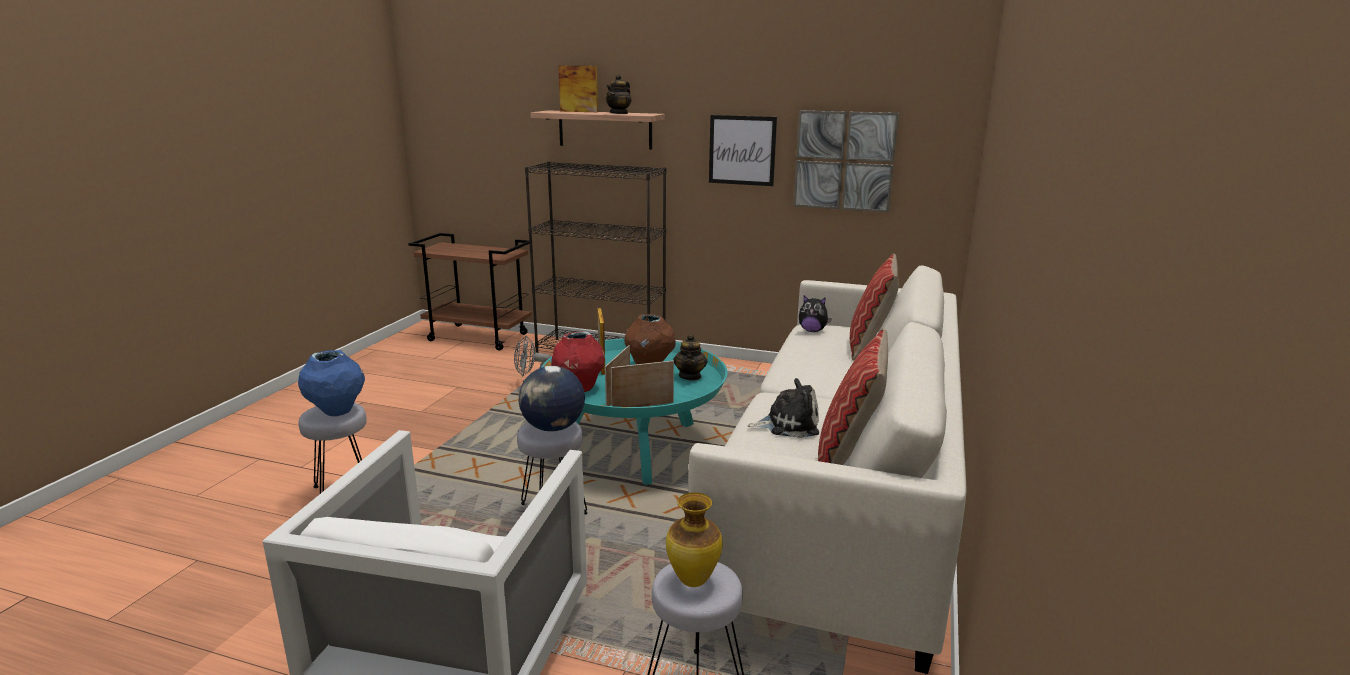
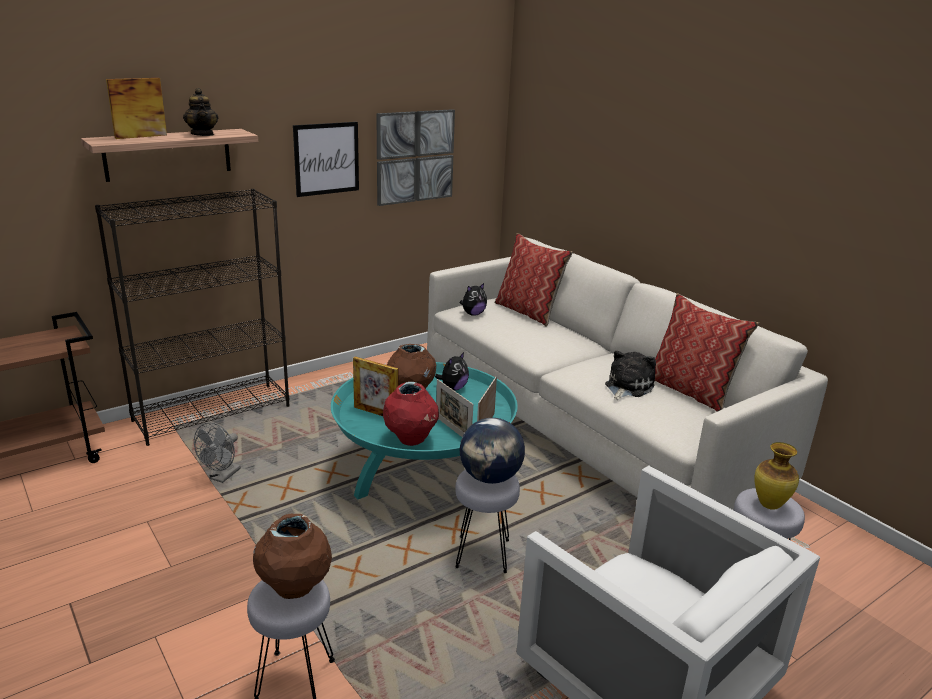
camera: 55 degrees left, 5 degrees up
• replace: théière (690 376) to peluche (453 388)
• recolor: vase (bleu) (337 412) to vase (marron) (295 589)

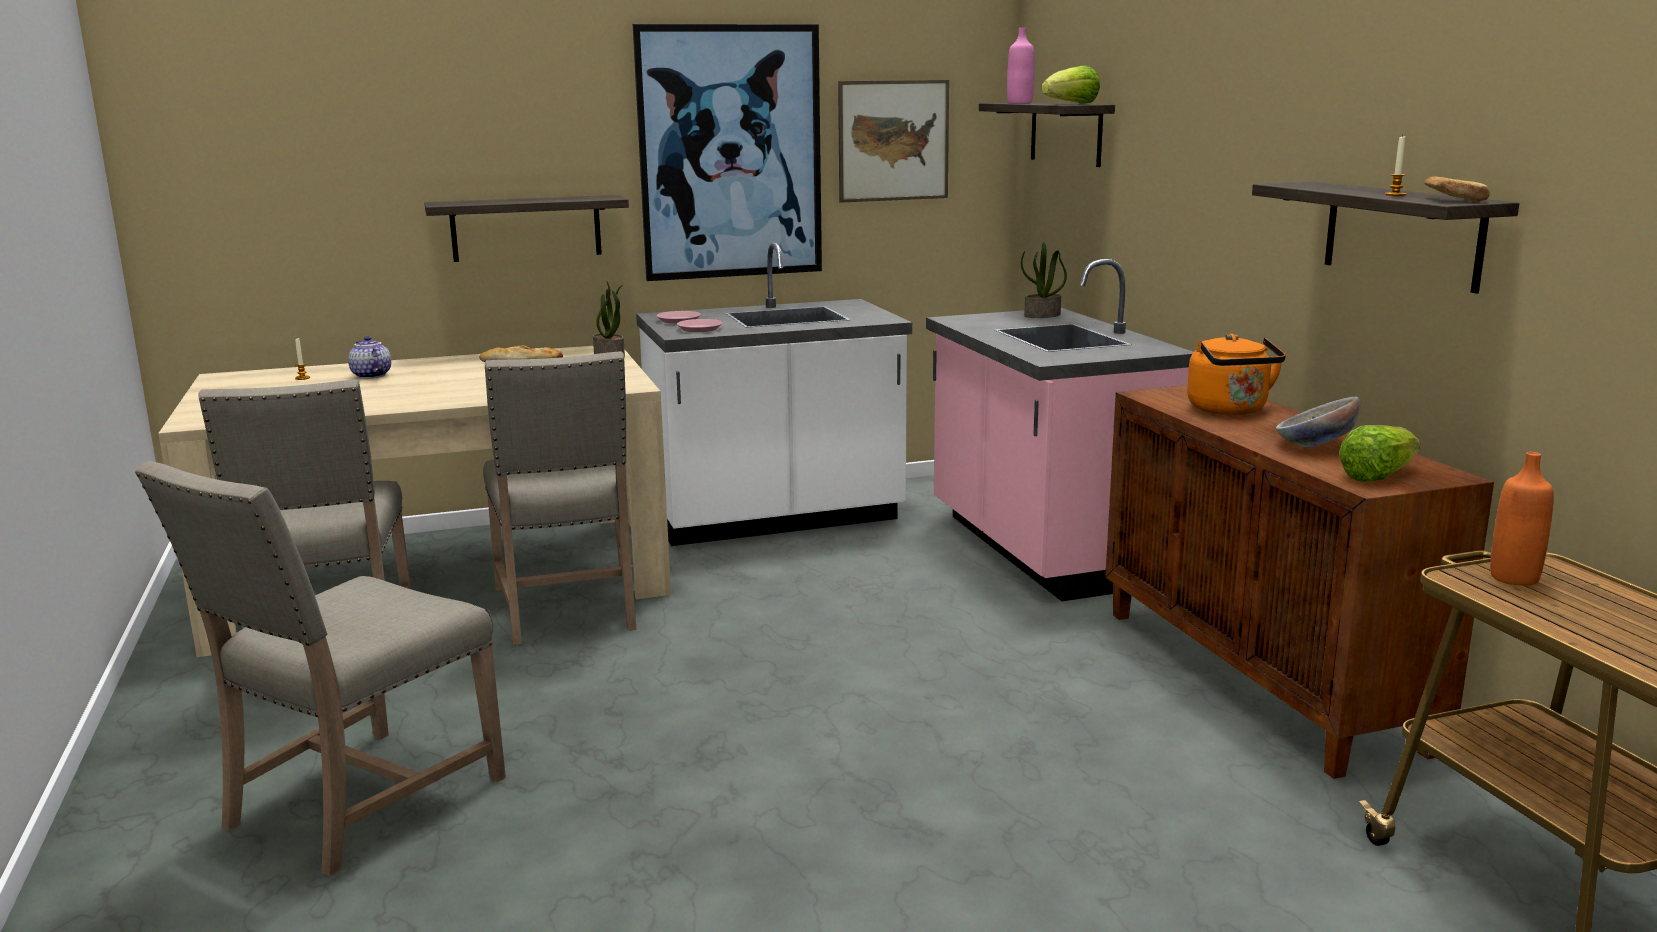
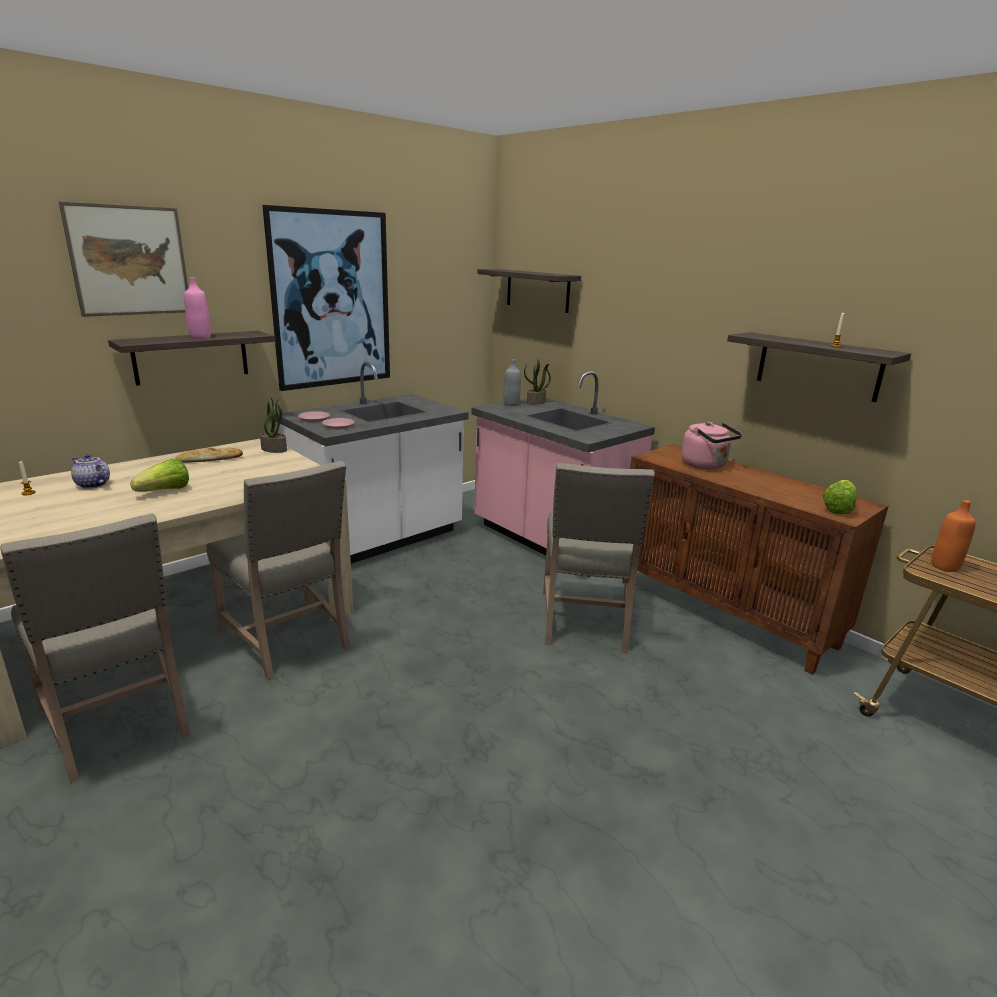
camera: 25 degrees left, 5 degrees up
• move: bouteille (rose) (1019 103) to (200 337)
• move: laitue (1072 104) to (165 491)
• move: tableau (893 141) to (129 261)
• delete: pain (1450 200)
• recolor: bouilloire (orange) (1230 410) to bouilloire (rose) (706 465)
• delete: bol (1314 446)
• move: chaise (beige) (356 803) to (585 622)
• insert: bouteille (gris) (511 404)

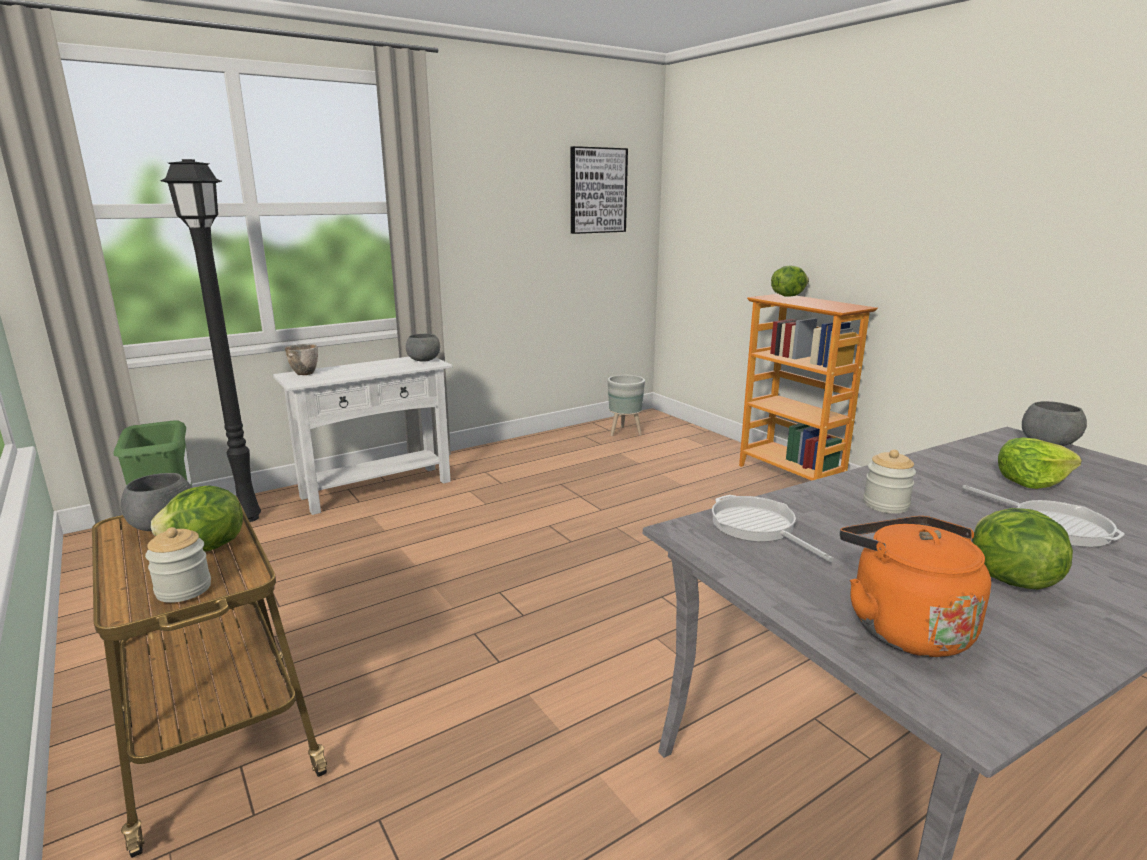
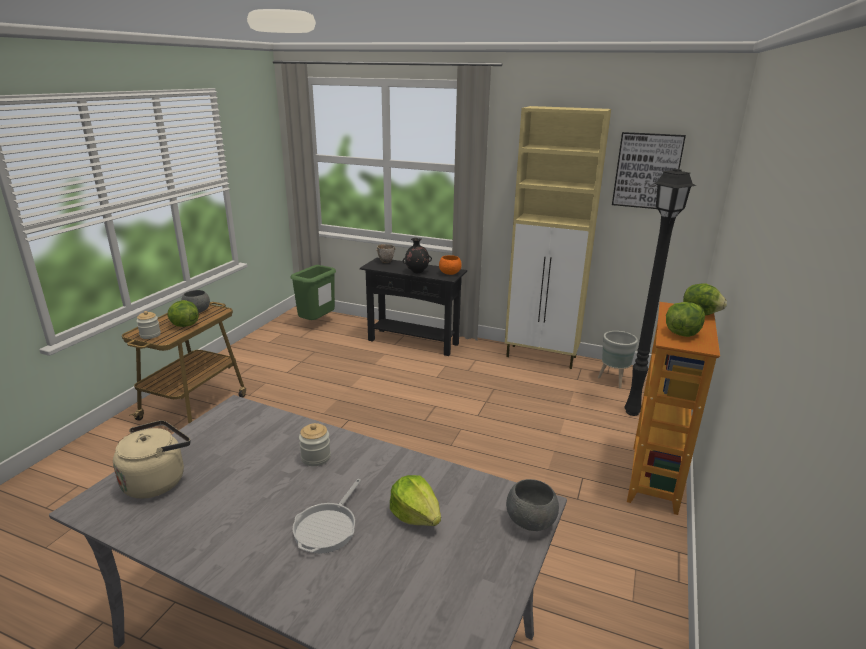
camera: 55 degrees right, 5 degrees up
• move: lampadaire (noir) (248 518) to (632 411)
• recolor: bol (gris) (424 361) to bol (orange) (449 274)
• recolor: table console (blanc) (377 489) to table console (noir) (413 342)
• delete: poêle (757 527)
• move: laitue (1009 579) to (681 333)
• recolor: bouilloire (orange) (903 626) to bouilloire (beige) (157 480)
• insert: meuble de rangement (beige) (542 357)
• insert: vase (noir) (417 272)

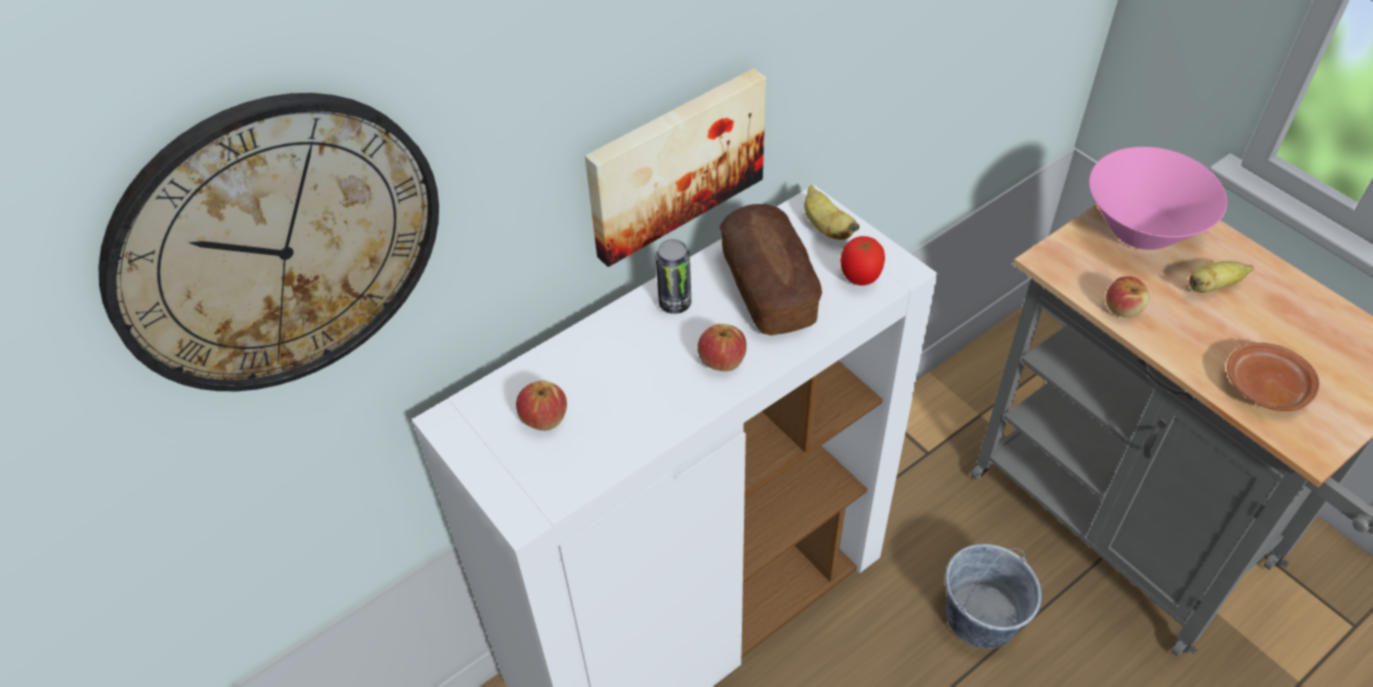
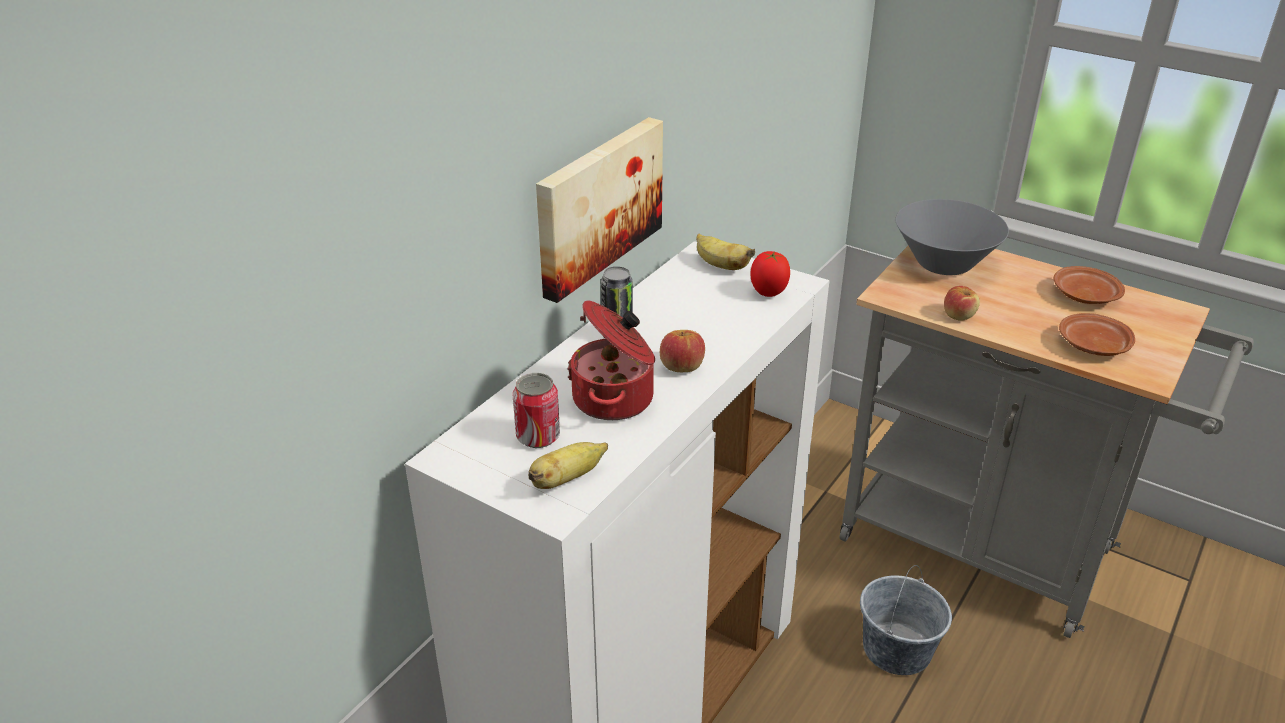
camera: 20 degrees left, 15 degrees down
• delete: horloge murale (278 245)
• recolor: bol (rose) (1142 229) to bol (gris) (944 264)
• delete: pain (768 287)
• move: banane (1212 286) to (567 479)
• replace: pomme (544 418) to boîte métallique (538 436)
• insert: assiette (marron) (1084 295)
• insert: marmite (615 398)

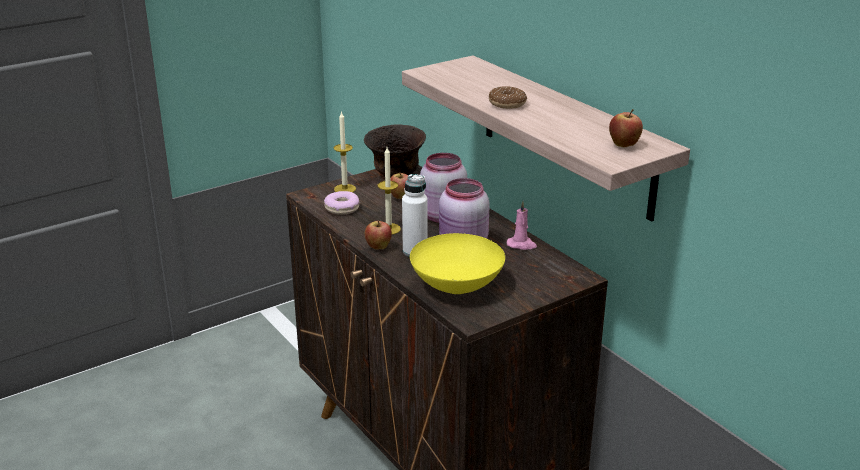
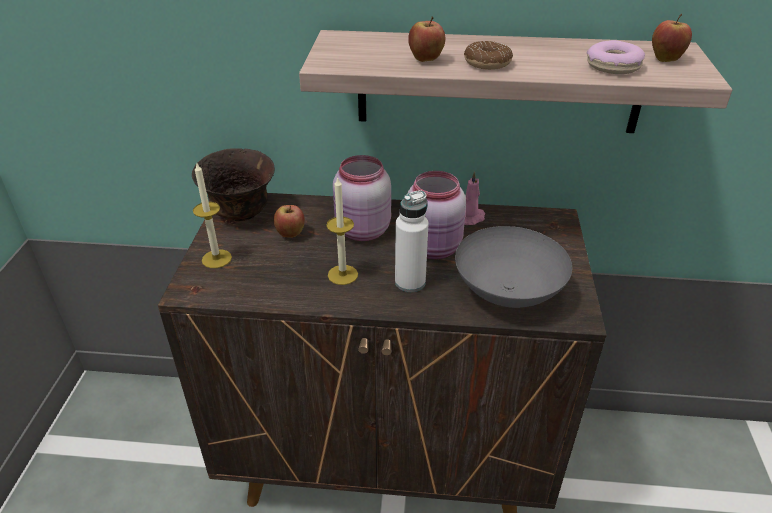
camera: 50 degrees left, 10 degrees up
• move: beignet (342 208) to (613 66)
• move: pomme (378 248) to (426 60)
• recolor: bol (jaune) (458 287) to bol (gris) (509 292)

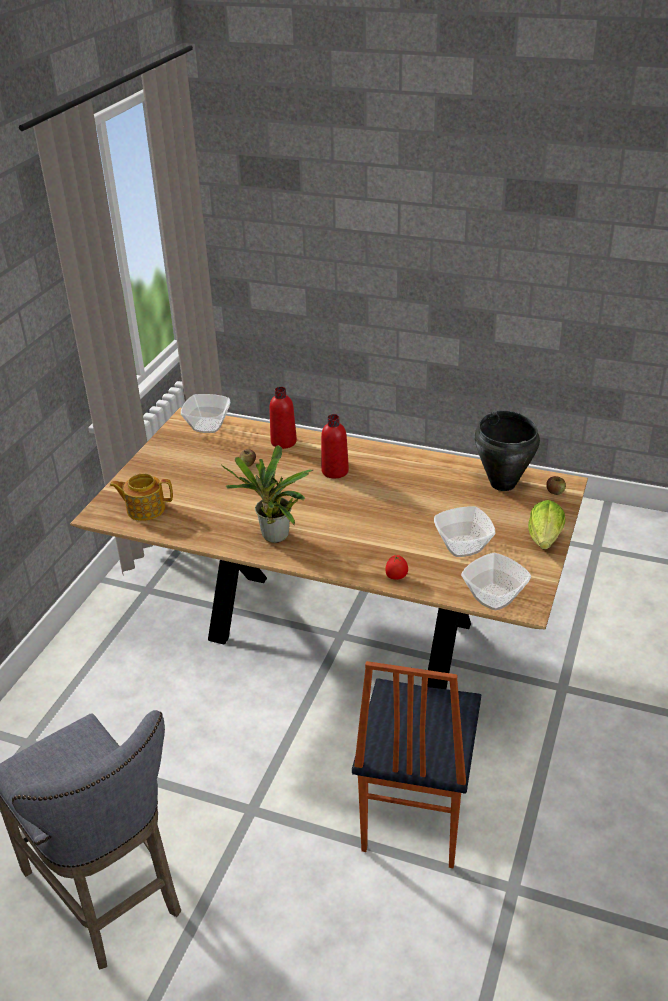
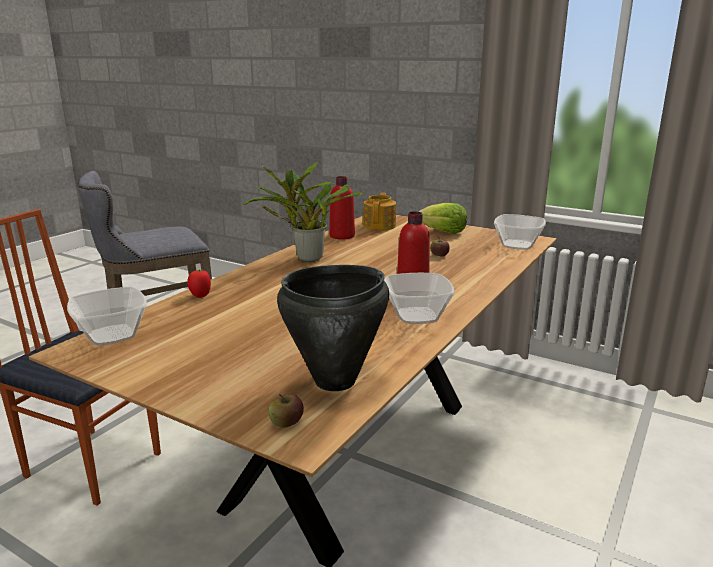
camera: 100 degrees right, 15 degrees down
• move: bouteille (rouge) (283 442) to (342 236)
• move: laitue (545 539) to (444 232)
• move: bol (462 547) to (416 316)

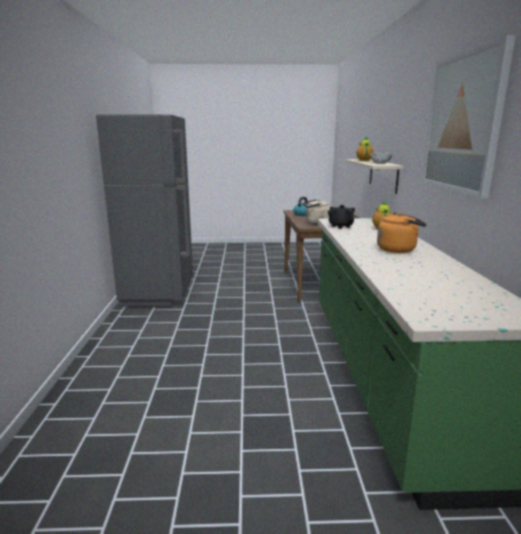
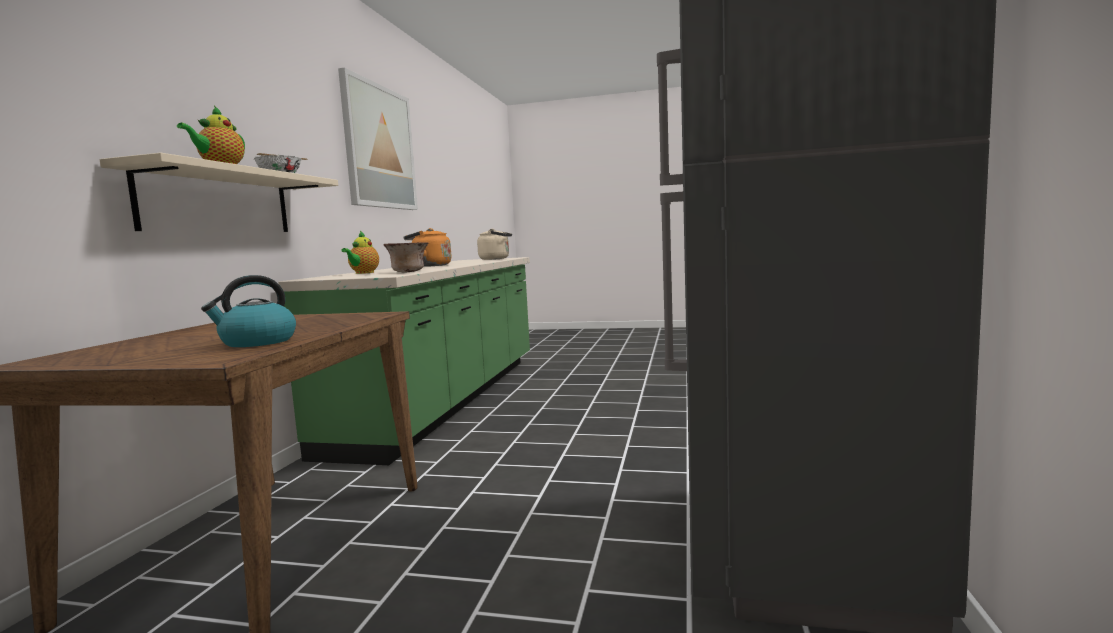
camera: 165 degrees left, 10 degrees down
• move: bouilloire (beige) (316 223) to (496 259)
• replace: théière (noir) (340 226) to bol (408 272)

